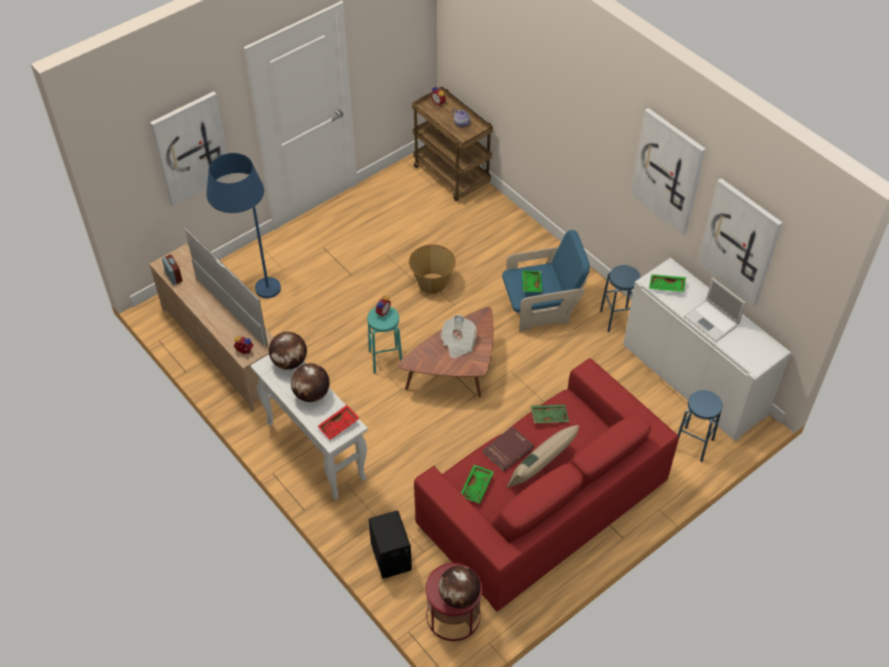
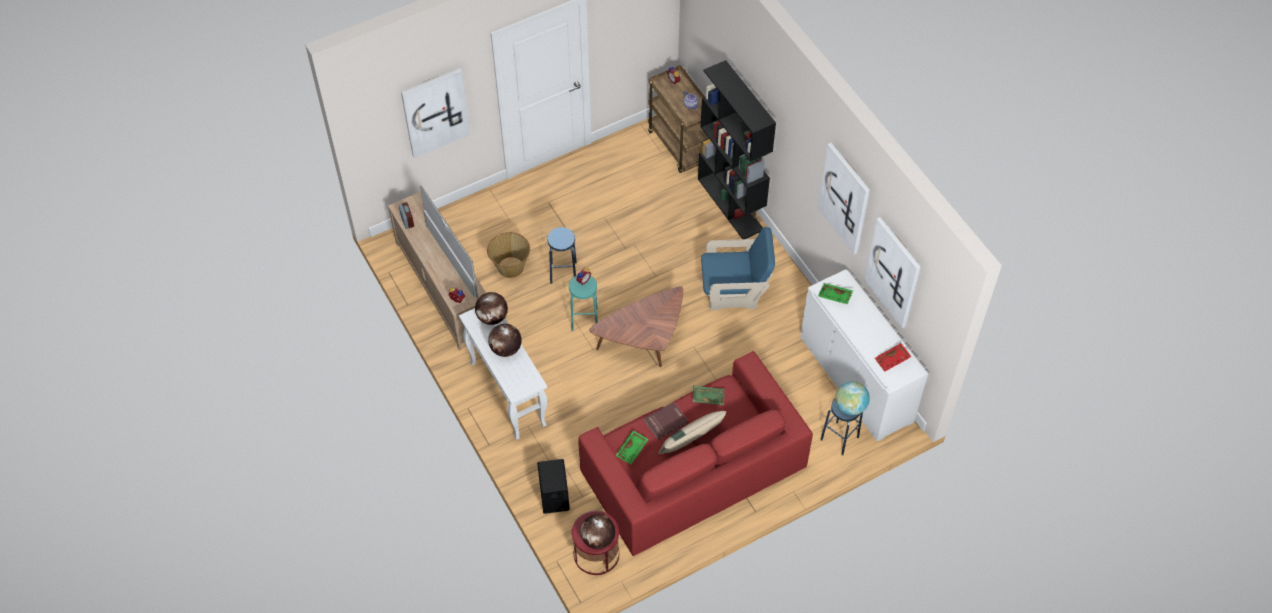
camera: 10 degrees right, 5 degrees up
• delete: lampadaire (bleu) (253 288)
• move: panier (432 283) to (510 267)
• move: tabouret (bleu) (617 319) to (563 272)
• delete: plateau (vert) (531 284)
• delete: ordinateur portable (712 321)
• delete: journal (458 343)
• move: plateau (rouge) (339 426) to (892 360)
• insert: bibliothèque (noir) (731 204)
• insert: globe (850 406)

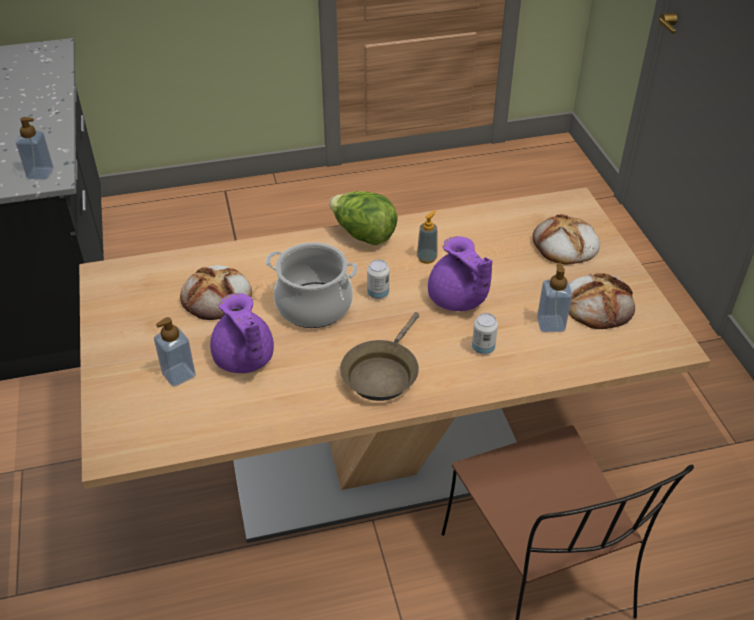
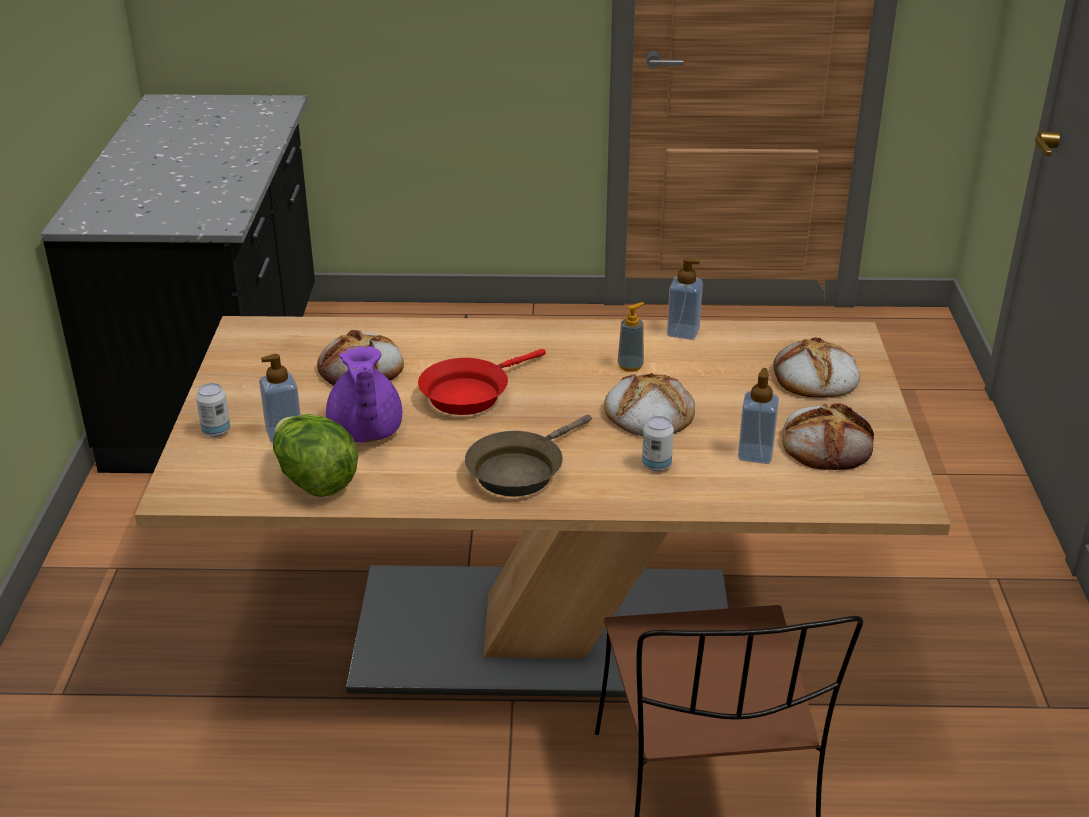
camera: 15 degrees right, 10 degrees down
• move: distributeur de savon (40 173) to (683 332)
• move: laitue (363 235) to (315 481)
• replace: théière (violet) (457 300) to pain (648 413)
• replace: marmite (313 306) to poêle (rouge) (470 393)
• move: boîte métallique (378 294) to (216 431)

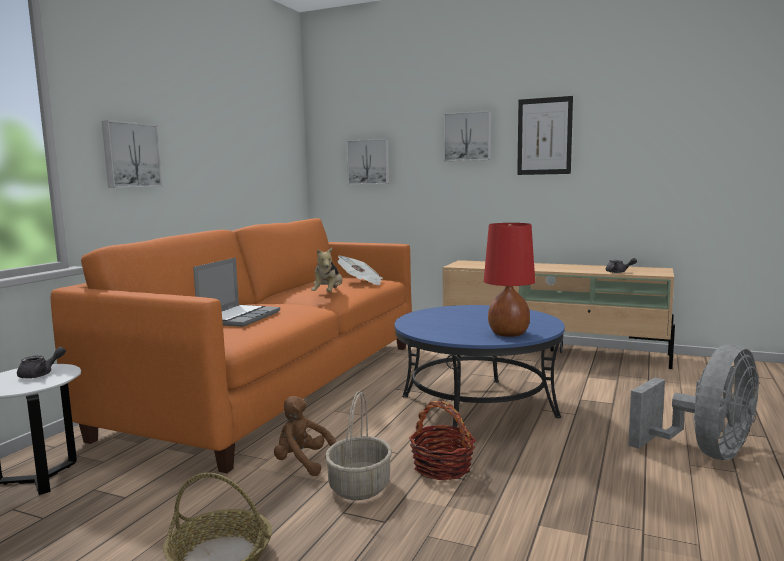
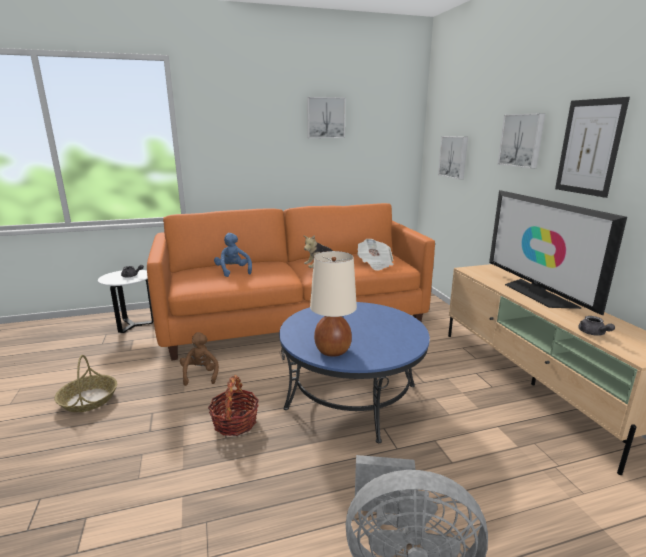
camera: 50 degrees right, 10 degrees up
• move: tableau (130 155) to (325 118)
• recolor: lampe de table (rouge) (509 334) to lampe de table (beige) (333 351)
• replace: ordinateur portable (239 317) to peluche (bleu) (233 271)
• delete: panier (359 486)
• insert: téléviseur (537 294)

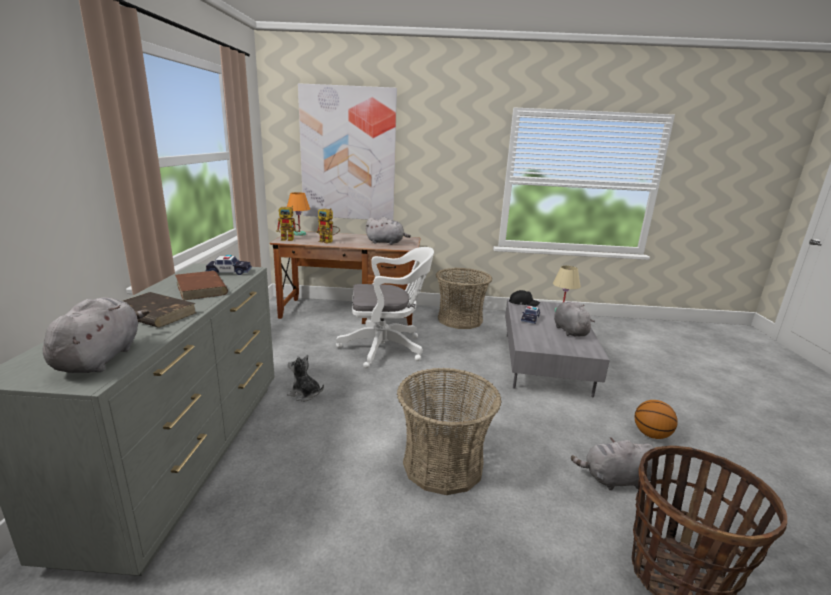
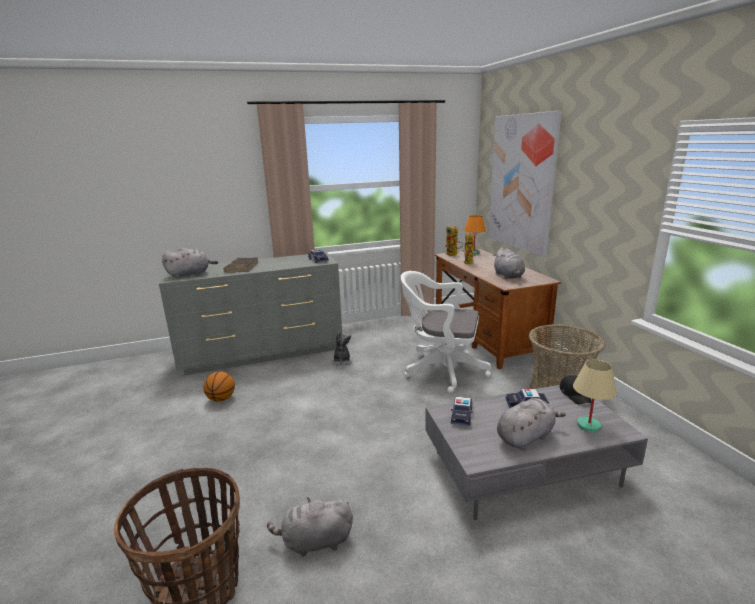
camera: 70 degrees right, 0 degrees up
• rotate: chaise de bureau (blanc) (387 348) = (441 370) 135 degrees clockwise
• delete: livre (marron) (201 288)
• delete: panier (443 464)
• move: ballon de basket (651 435) to (221 399)
• rotate: peluche (gris) (614 480) = (314 542) 75 degrees counterclockwise
• insert: petite voiture (461 415)

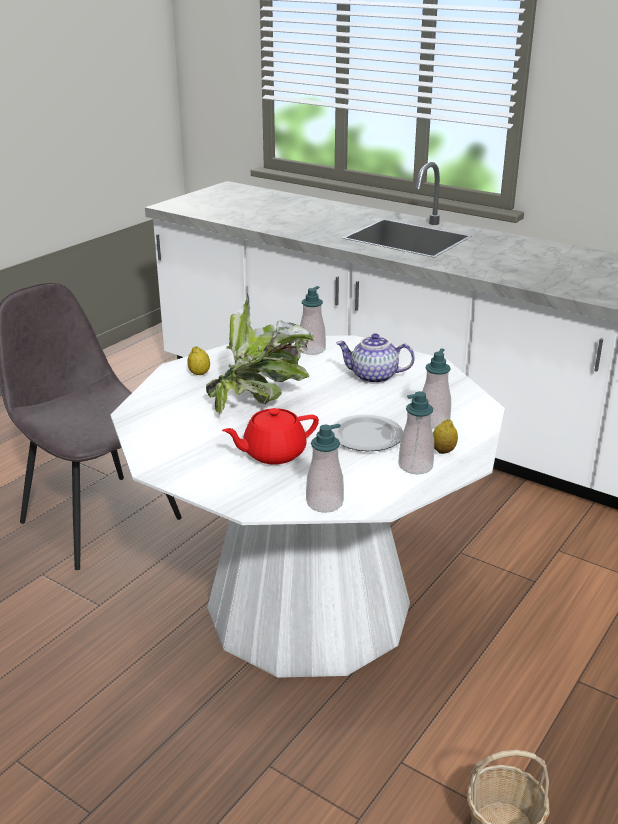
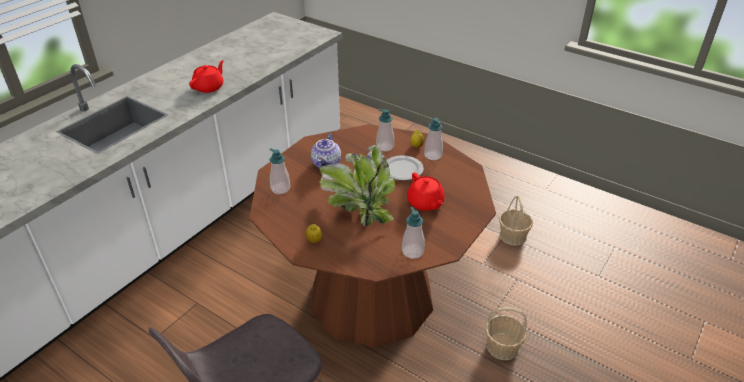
camera: 90 degrees left, 10 degrees up
• recolor: table à manger (blanc) (308 605) to table à manger (marron) (372 297)
• move: distributeur de savon (324 503) to (412 251)
• insert: théière (rouge) (209 87)
• insert: panier (502 347)

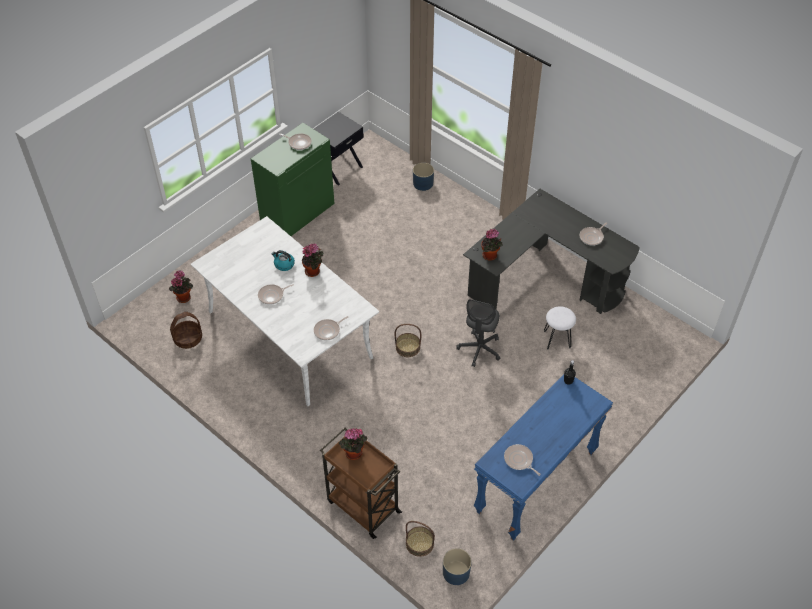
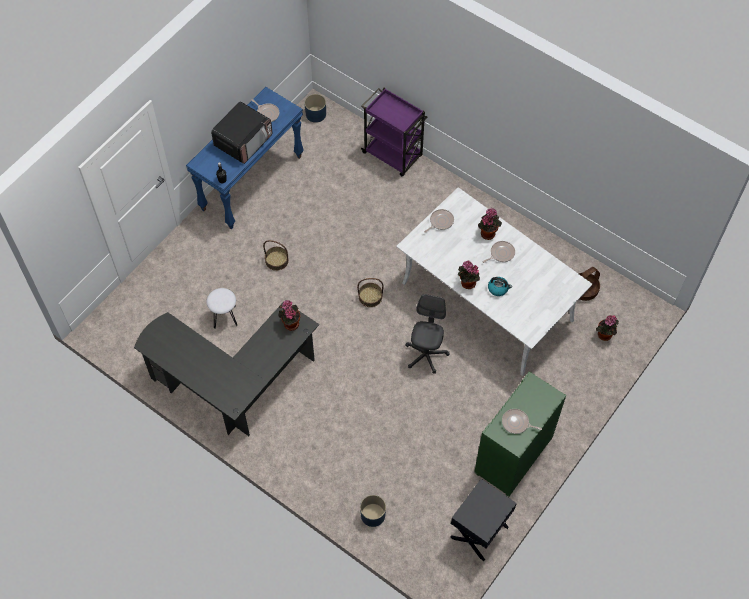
camera: 175 degrees right, 10 degrees up
• delete: poêle (592 237)
• move: chaise de bureau (gris) (479 349) to (426 355)
• recolor: chariot (marron) (362 506) to chariot (violet) (393 155)
• move: plante en pot (353 454) to (488 232)
• move: panier (419 543) to (276 260)
• insert: micro-ondes (243 141)

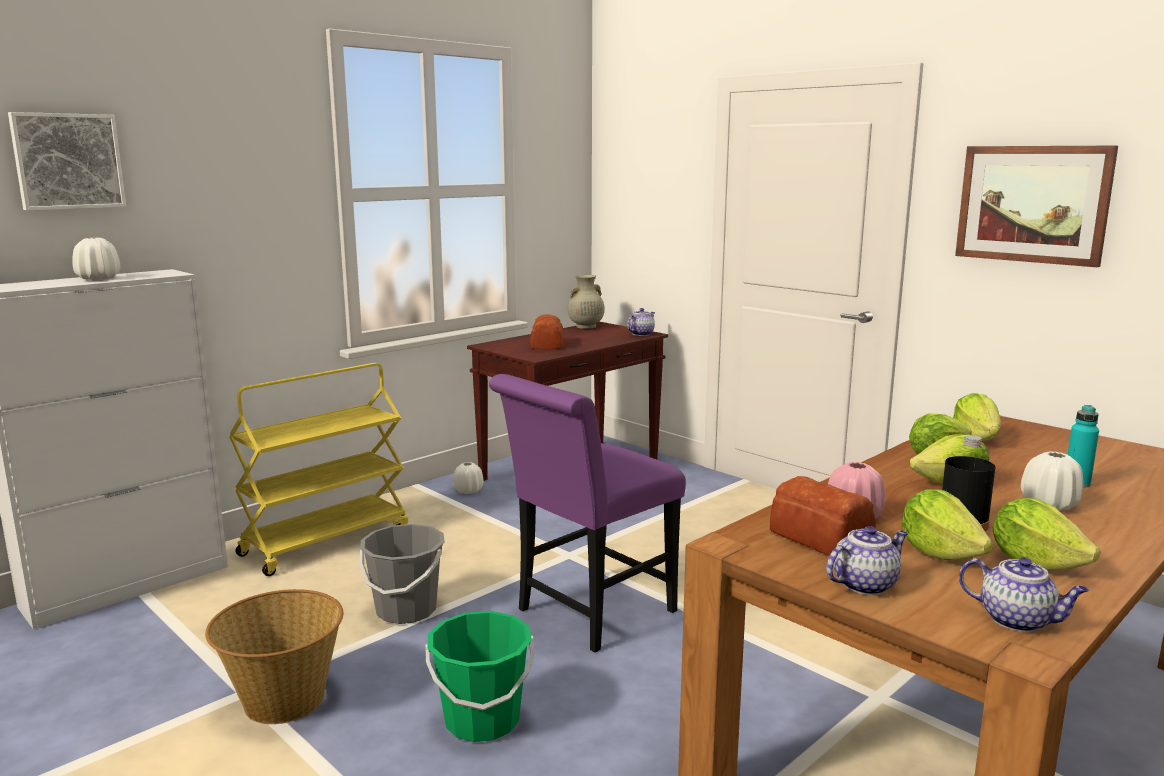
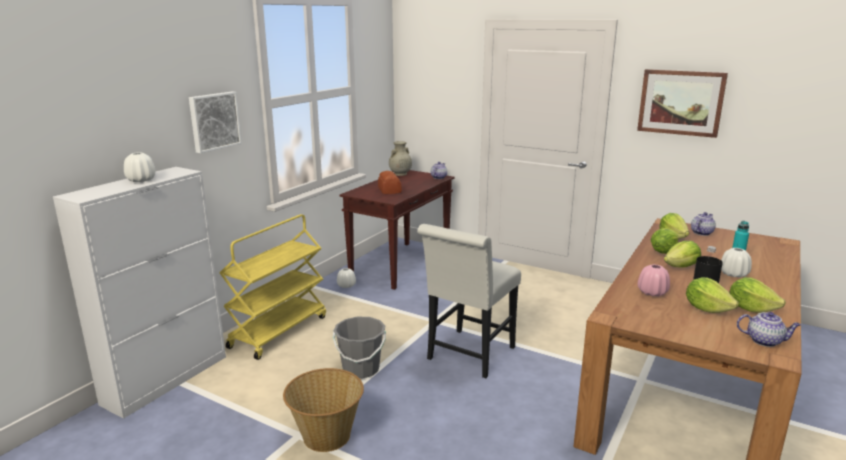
camera: 15 degrees left, 5 degrees up
• move: tableau (68 161) to (214 121)
• recolor: chaise (violet) (588 614) to chaise (blanc) (468 356)
• delete: pain (821 539)
• move: théière (865 584) to (701 233)
• delete: seau (vert) (482 720)

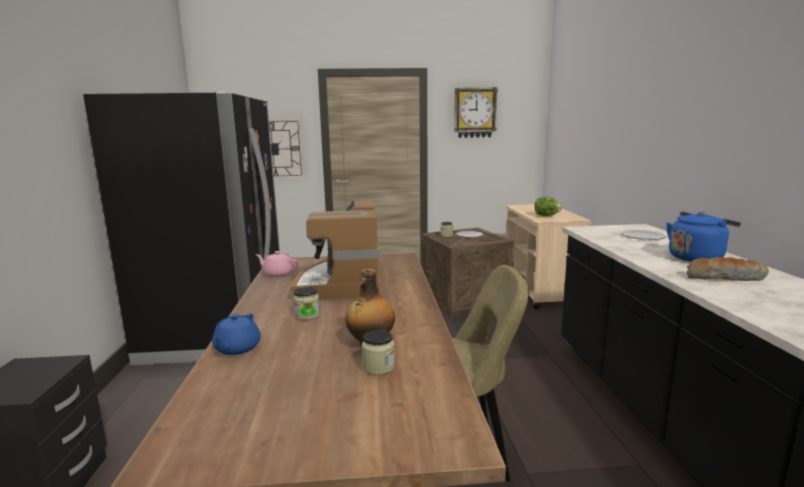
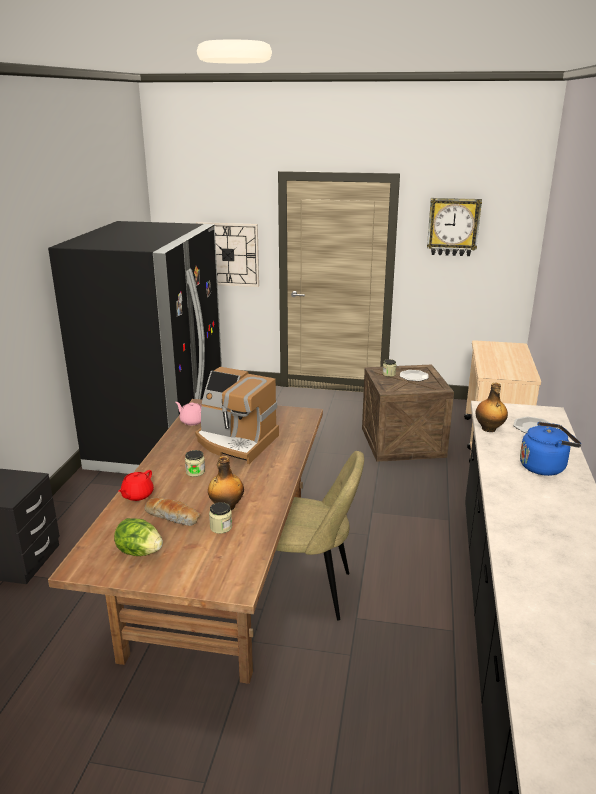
camera: 15 degrees right, 10 degrees up
• move: laitue (546 216) to (139 552)
• rotate: machine à café (341 285) = (236 442) 75 degrees counterclockwise
• move: pain (724 278) to (173 517)
• recolor: théière (bleu) (236 348) to théière (rouge) (137 495)
• insert: bouteille (489 429)

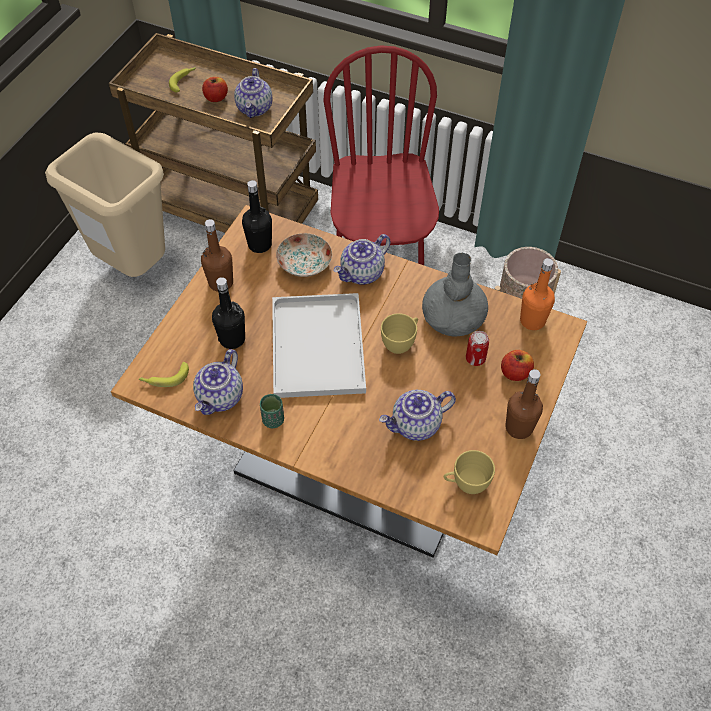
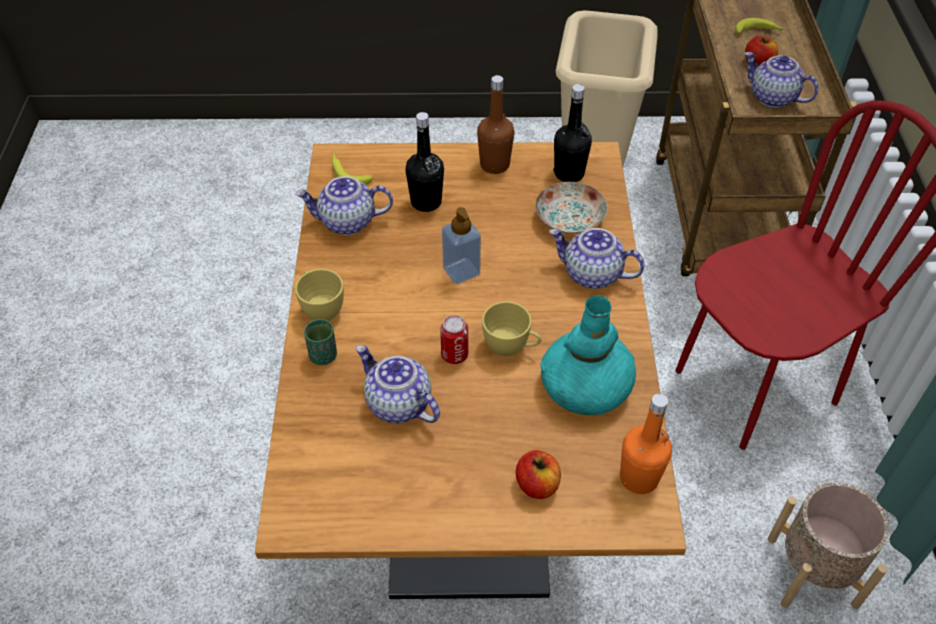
camera: 65 degrees right, 5 degrees down
• rotate: théière (255 108) = (772 97) 60 degrees clockwise
• recolor: vase (gris) (453 317) to vase (turquoise) (585 387)
• replace: plateau (blanc) (316 344) to distributeur de savon (461 271)
• move: boîte métallique (475 359) to (454 355)
• delete: bouteille (marron) (519 427)
• move: tasse (vert) (273 420) to (323 356)
• move: tasse (jaune) (466 484) to (321 308)

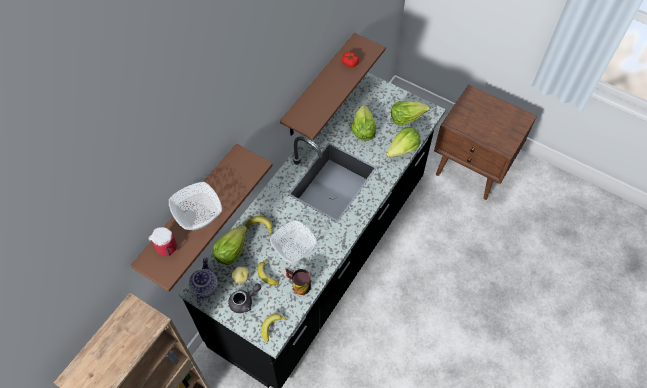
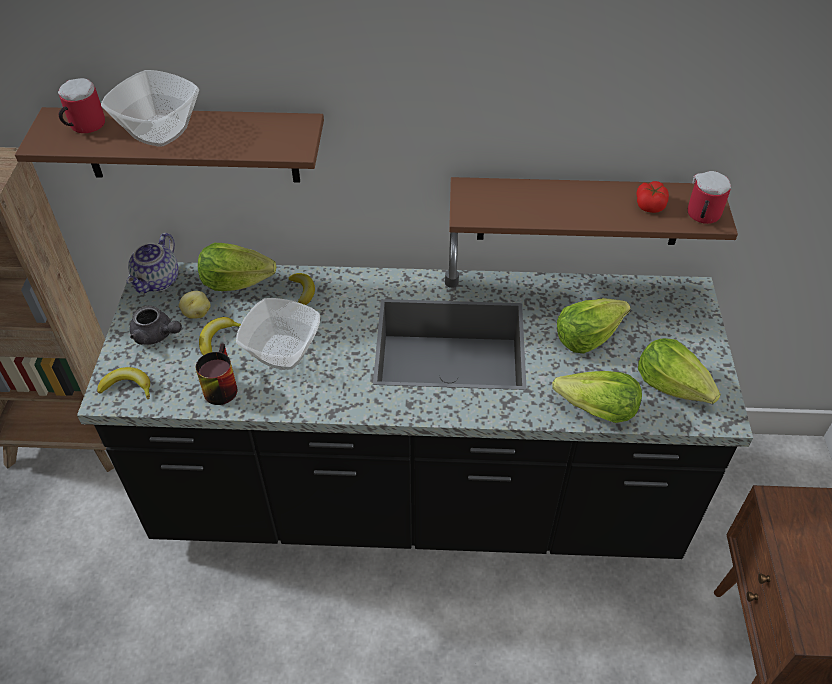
camera: 60 degrees right, 10 degrees down
• rotate: théière (204 287) = (158 281) 135 degrees clockwise
• insert: mug (701 216)

